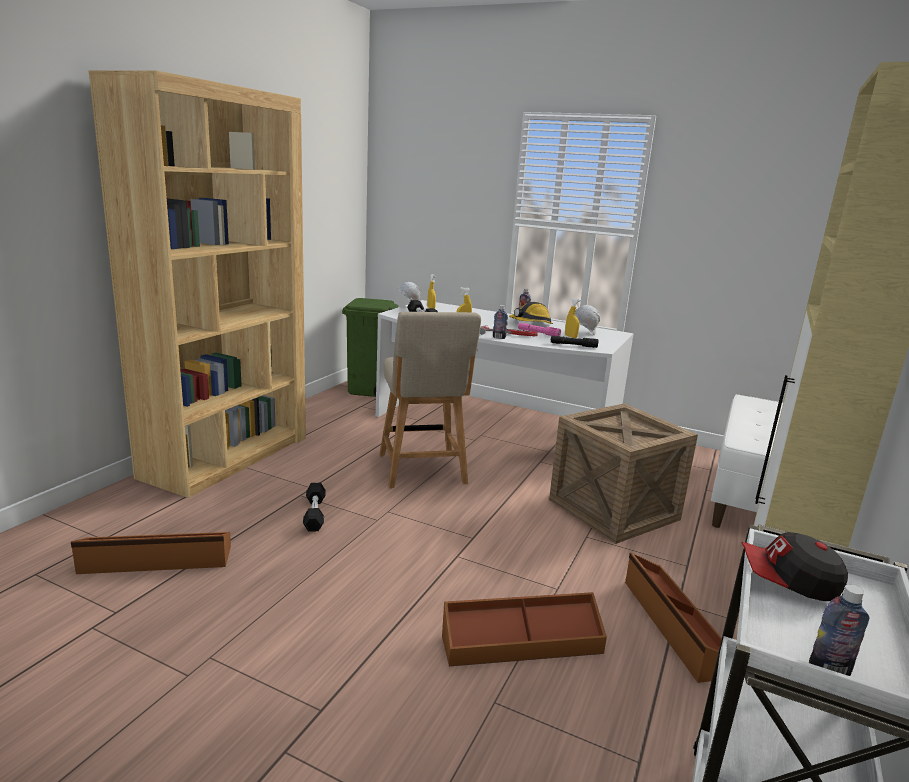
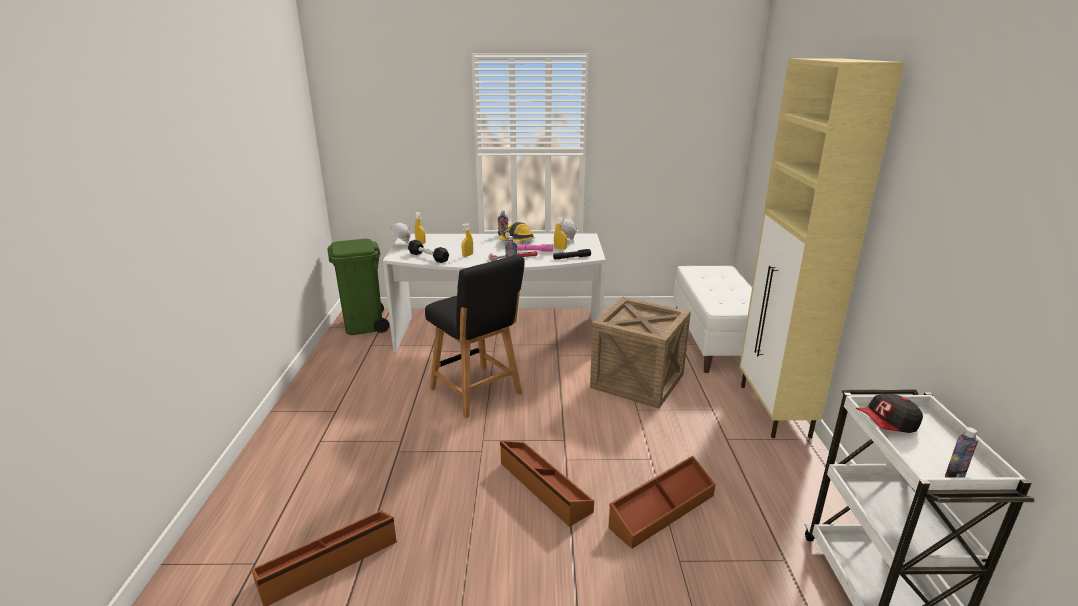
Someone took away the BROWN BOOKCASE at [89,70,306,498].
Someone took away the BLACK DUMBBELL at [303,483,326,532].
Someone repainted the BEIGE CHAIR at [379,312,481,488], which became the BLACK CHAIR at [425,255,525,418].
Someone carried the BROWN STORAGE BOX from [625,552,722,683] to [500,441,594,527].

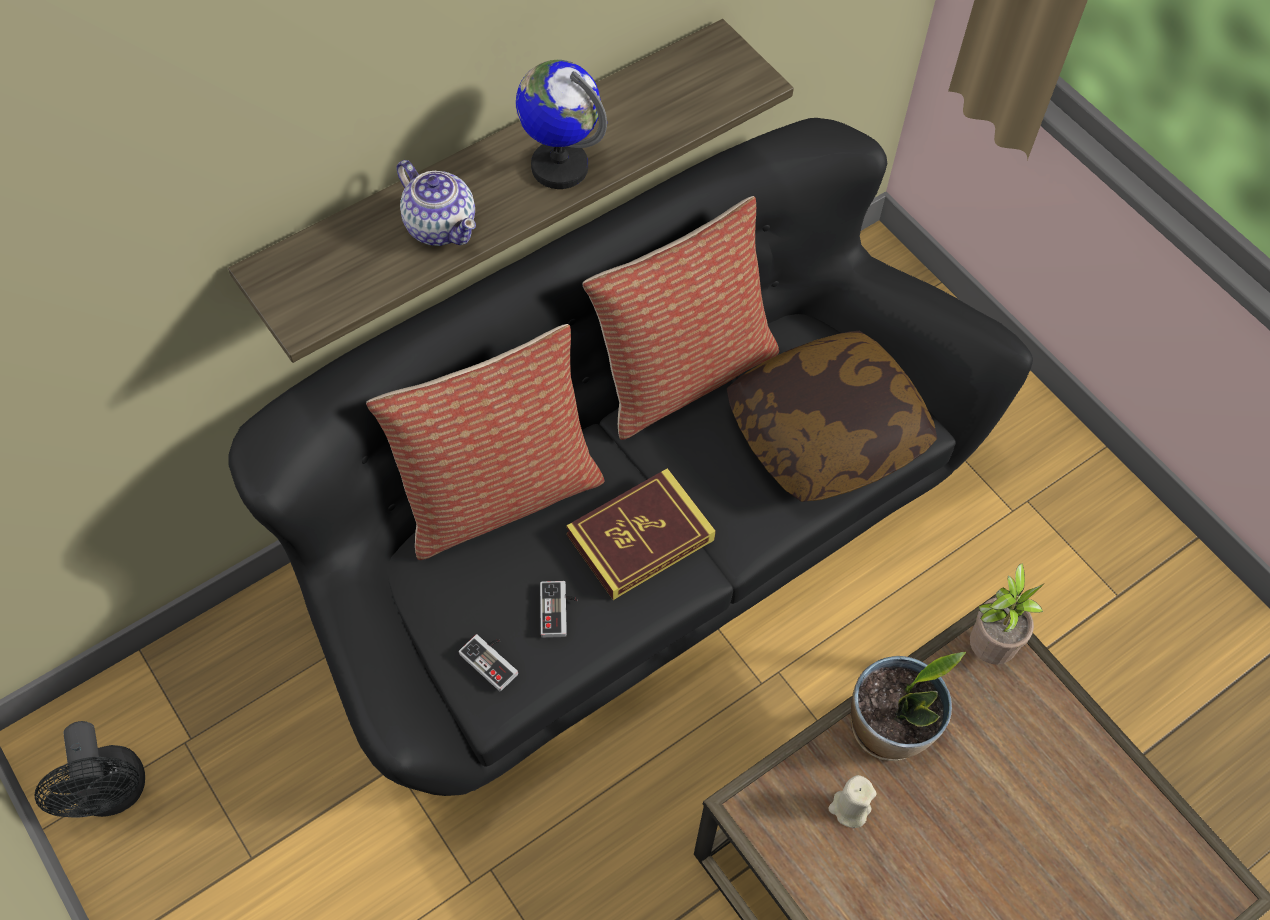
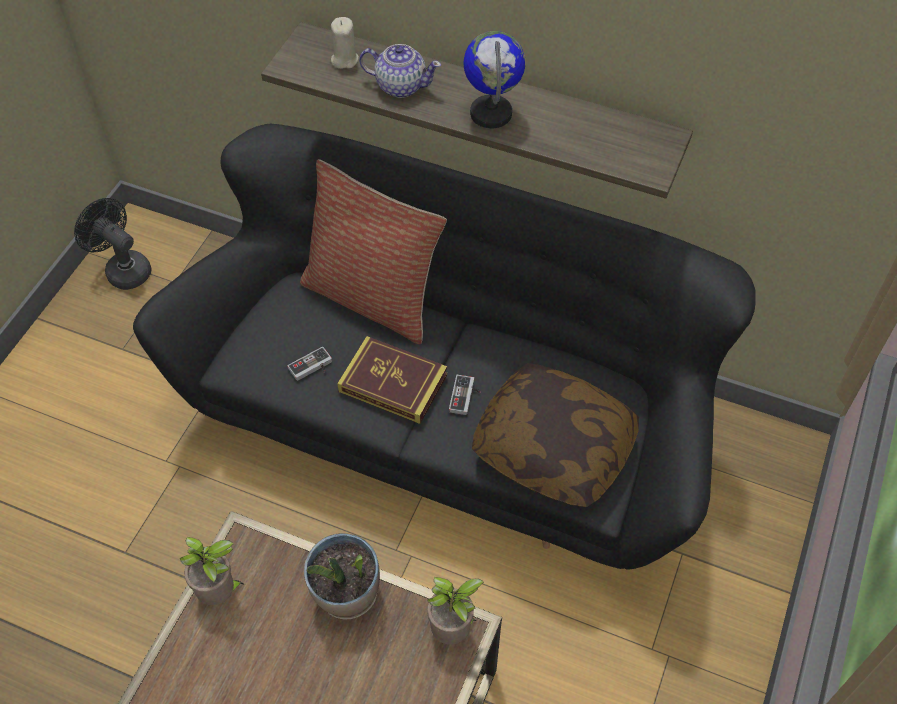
Someone rotated the BLACK FAN at [35,721,145,818] by 90 degrees clockwise.
Someone rotated the TEAPOT at [397,160,476,246] by 90 degrees counterclockwise.
Someone carried the GAME CONTROLLER from [459,634,518,692] to [449,375,481,415].
Someone took away the PILLOW at [582,196,779,440].
Someone carried the BEIGE CANDLE from [829,775,877,828] to [331,17,359,69].
Someone put down the POTTED PLANT at [180,537,245,605].

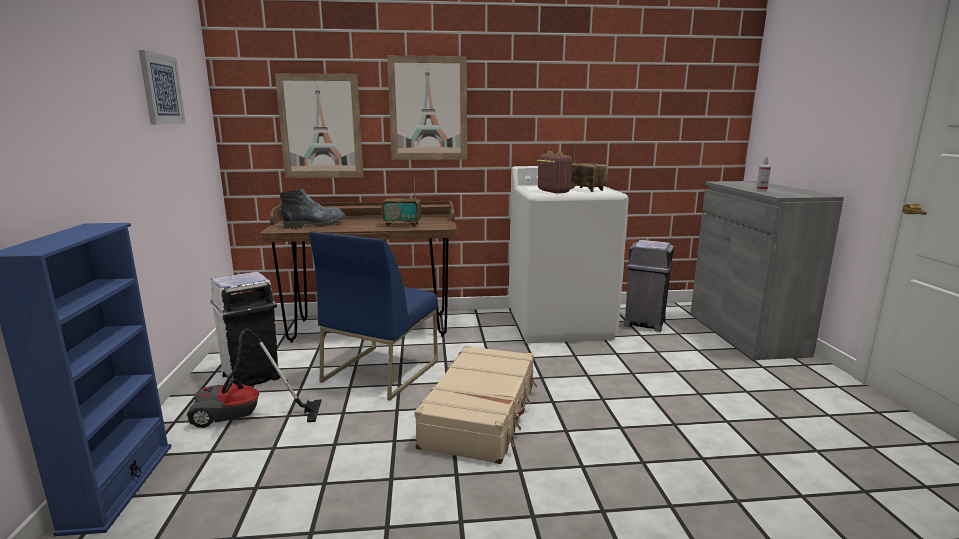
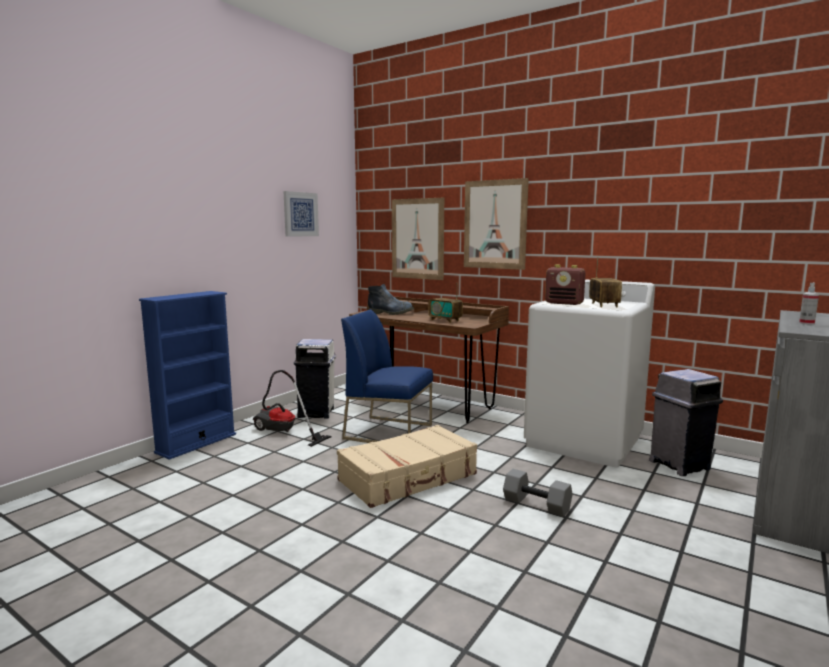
Someone rotated the BLUE CHAIR at [309,231,438,401] by 45 degrees clockwise.
Someone rotated the RADIO at [537,151,572,194] by 105 degrees clockwise.
Someone put down the GREY DUMBBELL at [503,469,573,517].

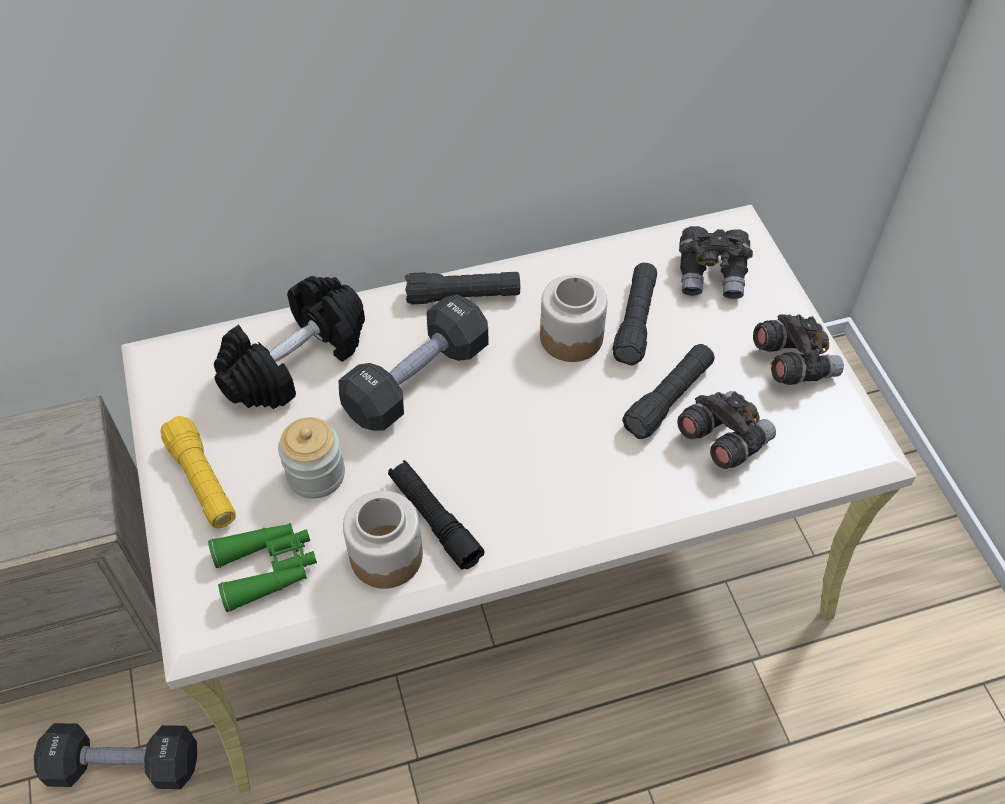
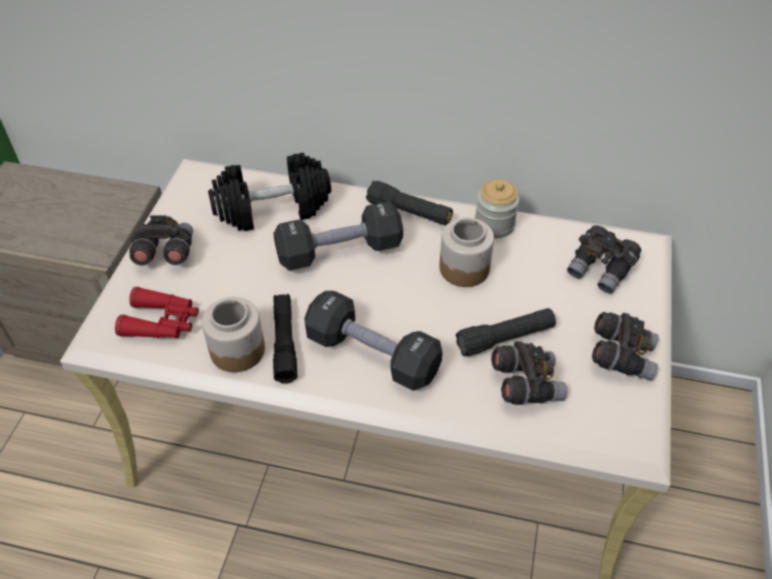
Someone carried the BLACK DUMBBELL from [34,723,197,789] to [304,291,443,391].
Someone swapped the YELLOW FLASHLIGHT at [160,416,236,528] for the GREY BINOCULARS at [129,215,193,265].
Someone repainted the GREEN BINOCULARS at [208,523,317,612], which became the RED BINOCULARS at [115,287,199,338].
Someone carried the JAR from [278,417,345,499] to [475,179,520,238].
Someone took away the BLACK FLASHLIGHT at [612,263,657,365].

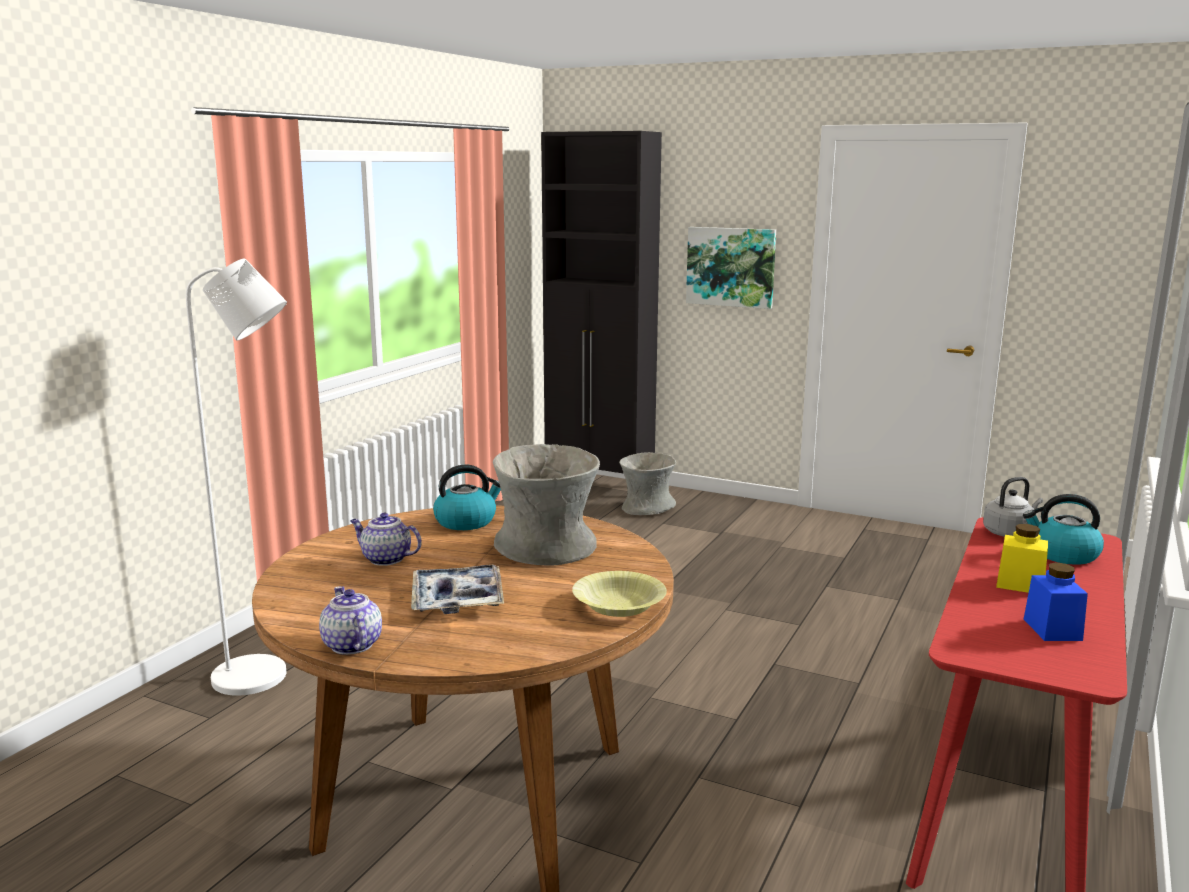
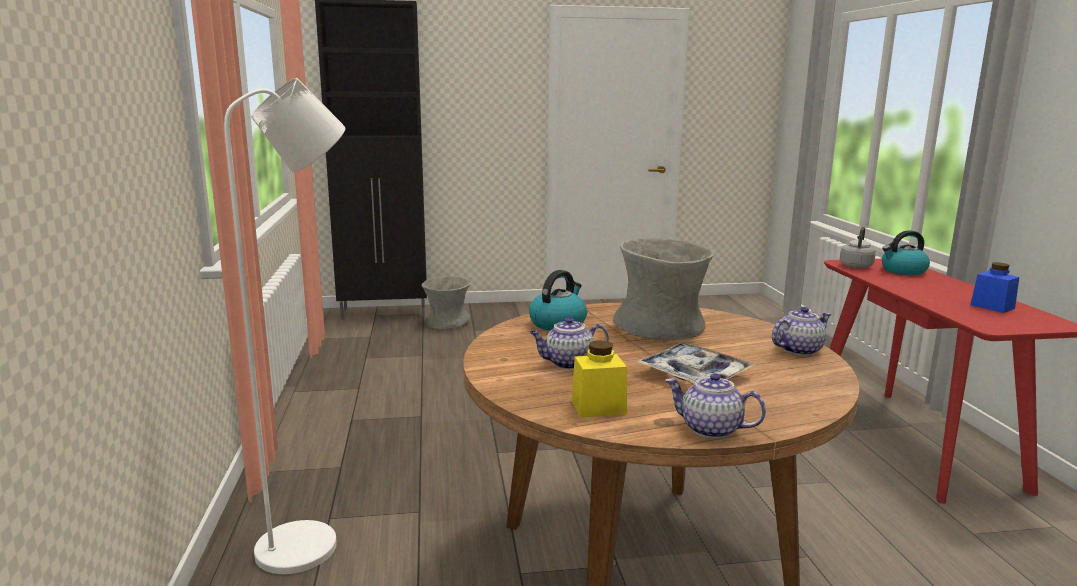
Someone swapped the YELLOW BOWL at [572,571,667,617] for the TEAPOT at [772,307,831,356].
Someone took away the PICTURE at [686,227,776,309].
Someone carried the YELLOW JAR from [996,524,1048,593] to [572,340,627,417].

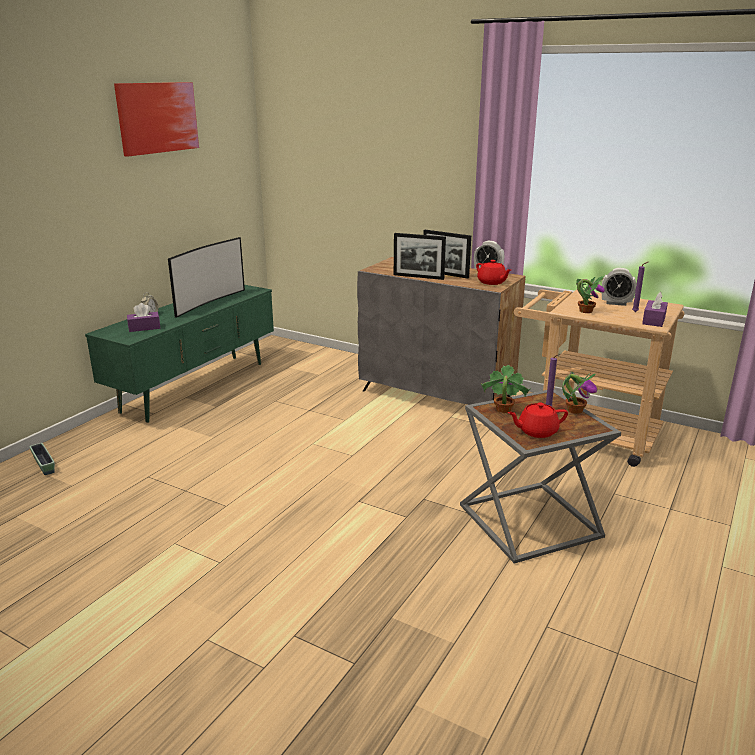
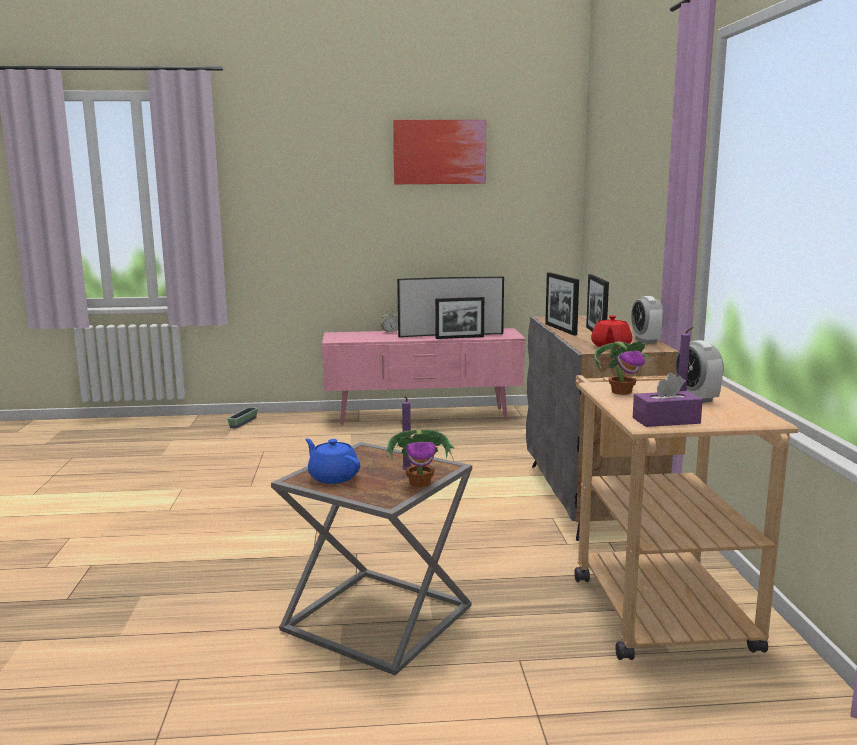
Someone repainted the GREEN TV STAND at [85,285,274,423], which became the PINK TV STAND at [322,328,526,425].
Someone took away the PURPLE TISSUE BOX at [127,303,160,332].
Someone took away the POTTED PLANT at [481,365,531,413].
Someone repainted the RED TEAPOT at [508,402,568,438], which became the BLUE TEAPOT at [305,439,360,484].
Someone put down the PICTURE FRAME at [435,297,484,339].

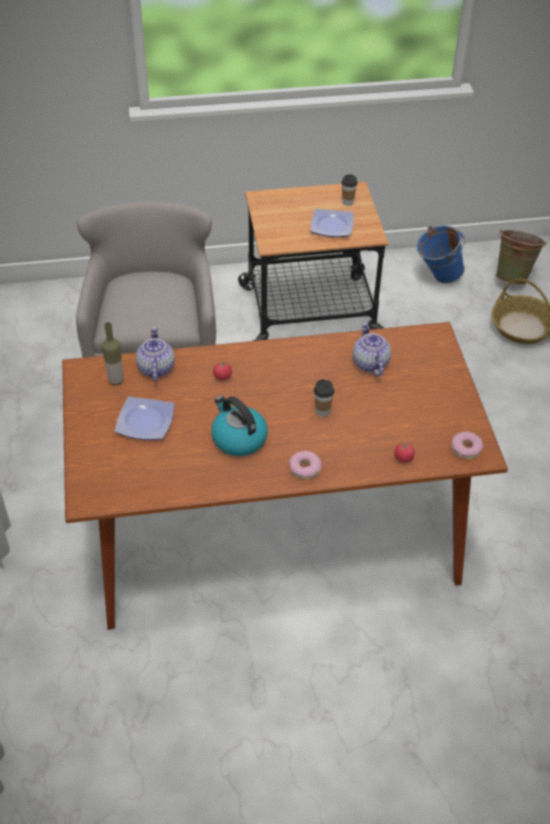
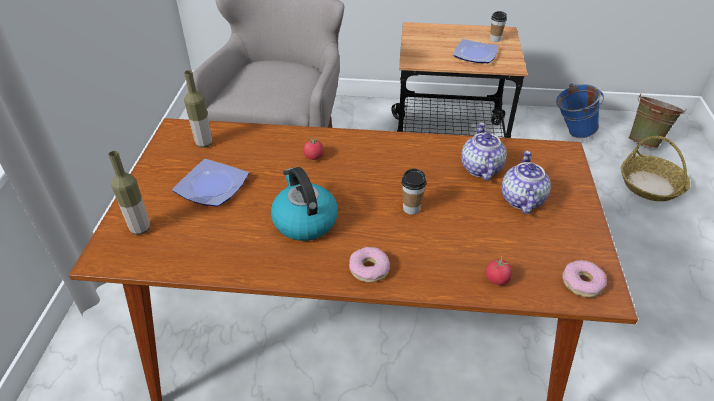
Someone carried the TEAPOT from [136,327,175,382] to [501,151,551,214].
Someone put down the BOTTLE at [108,151,150,235].

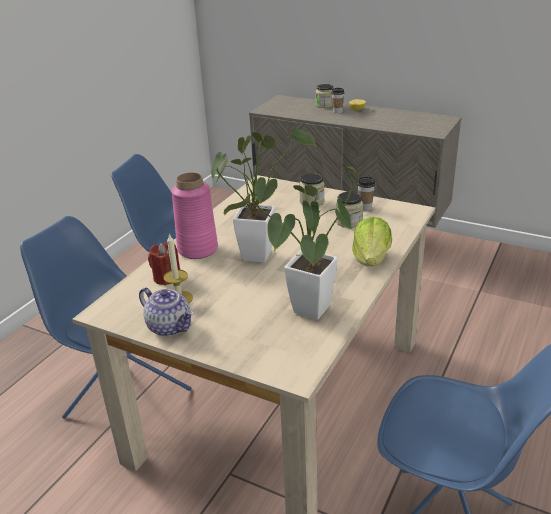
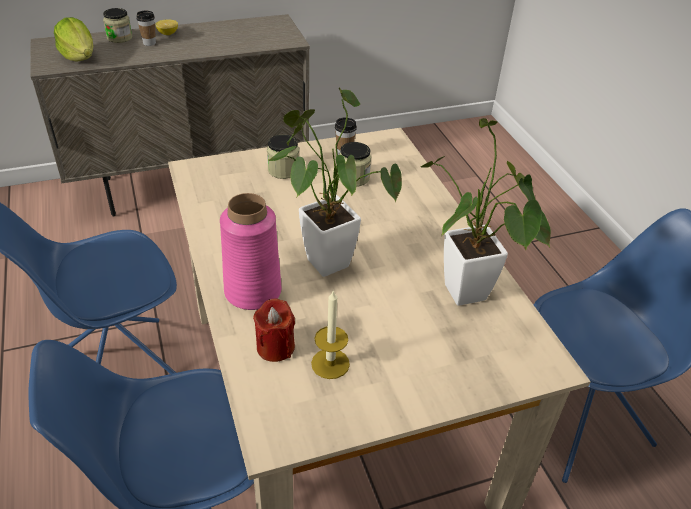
Someone took away the TEAPOT at [139,287,194,336].
Someone carried the LETTUCE from [352,217,392,266] to [54,17,93,61].

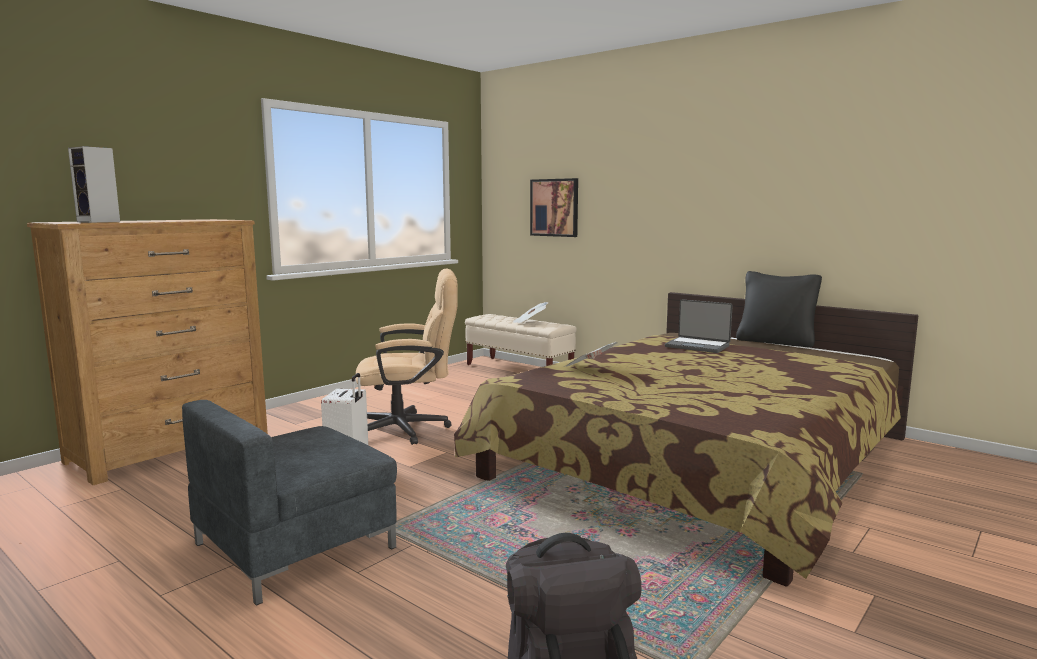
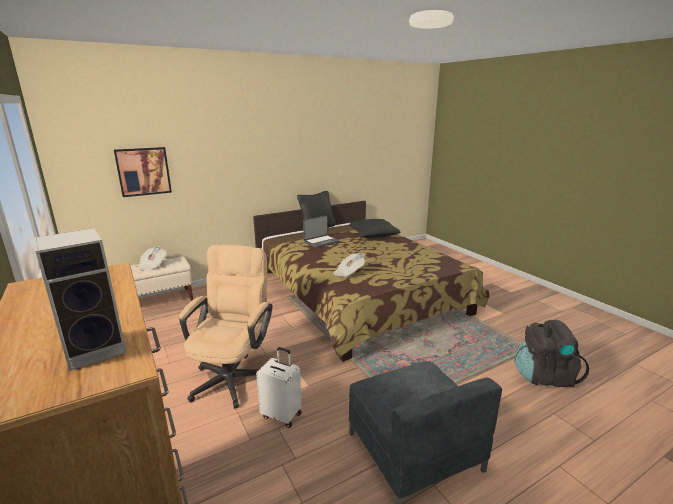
Someone put down the BLACK PILLOW at [349,219,400,238].

